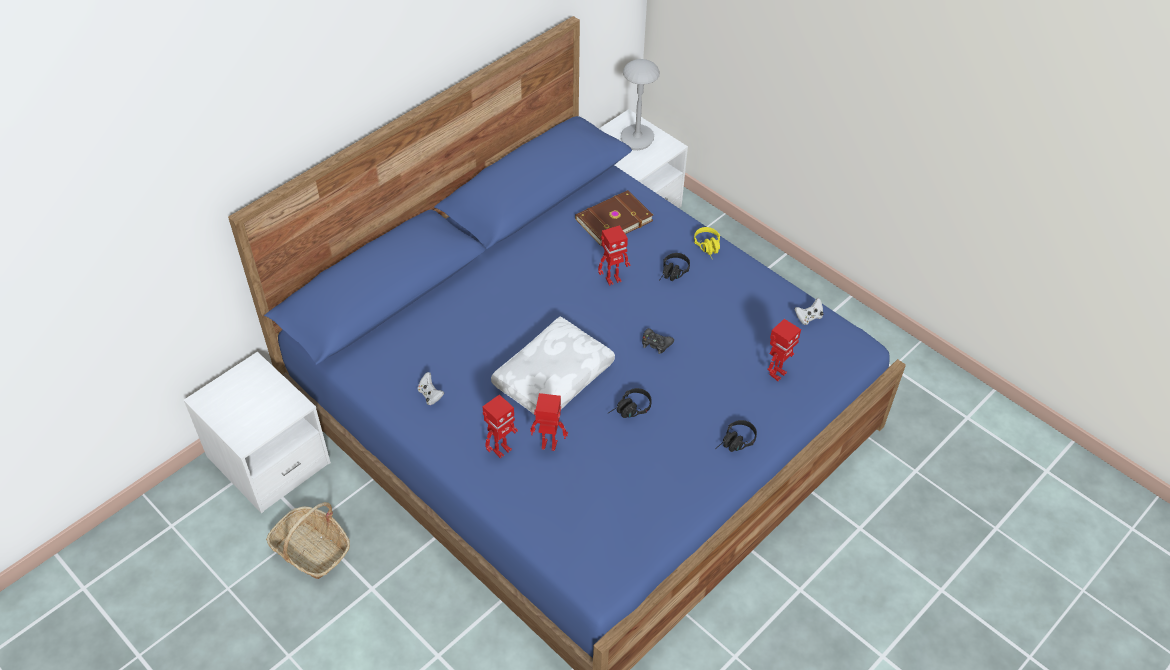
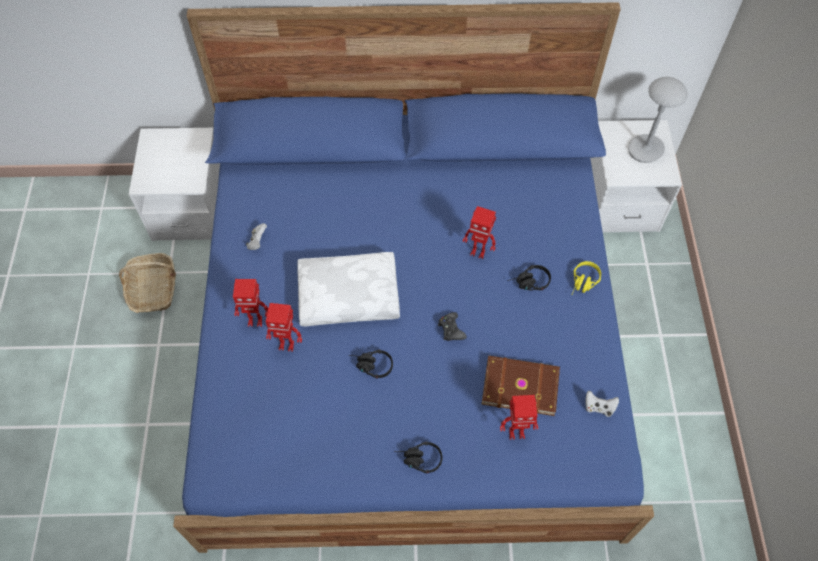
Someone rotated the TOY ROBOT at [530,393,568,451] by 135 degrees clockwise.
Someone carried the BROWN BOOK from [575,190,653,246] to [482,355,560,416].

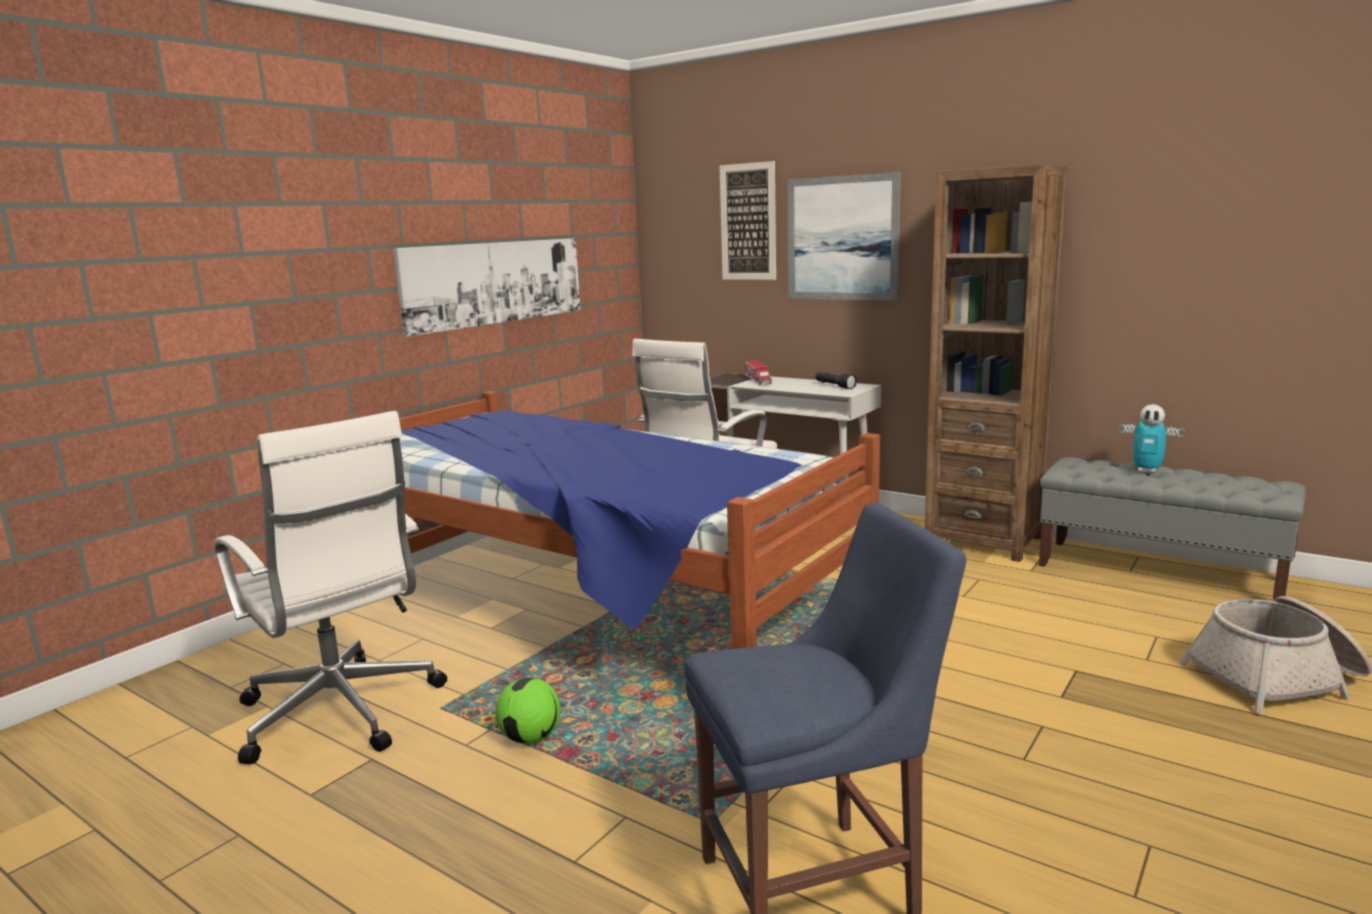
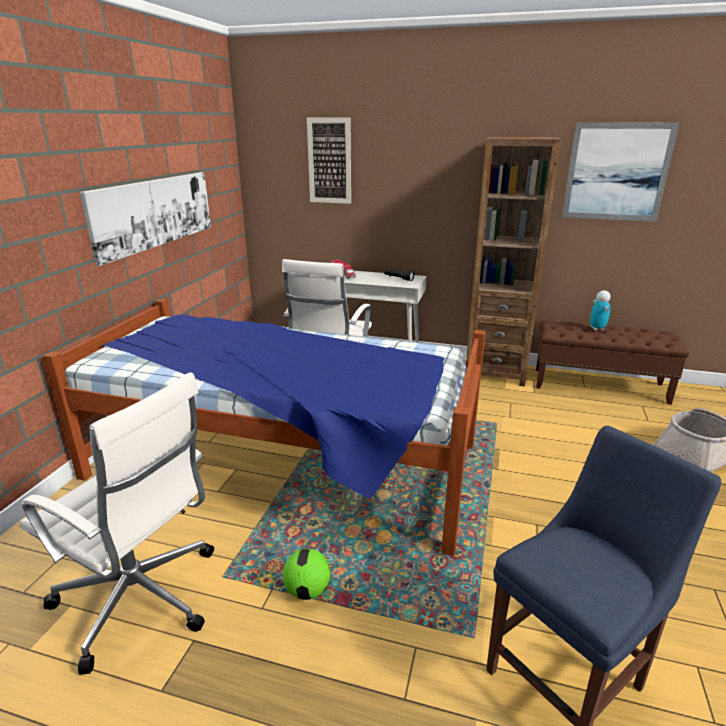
Someone carried the PICTURE from [787,172,901,301] to [562,122,679,222].
Someone repainted the GREY BENCH at [1039,457,1306,600], which became the BROWN BENCH at [536,320,689,405].
Someone rotated the TOY ROBOT at [1119,404,1185,473] by 105 degrees counterclockwise.

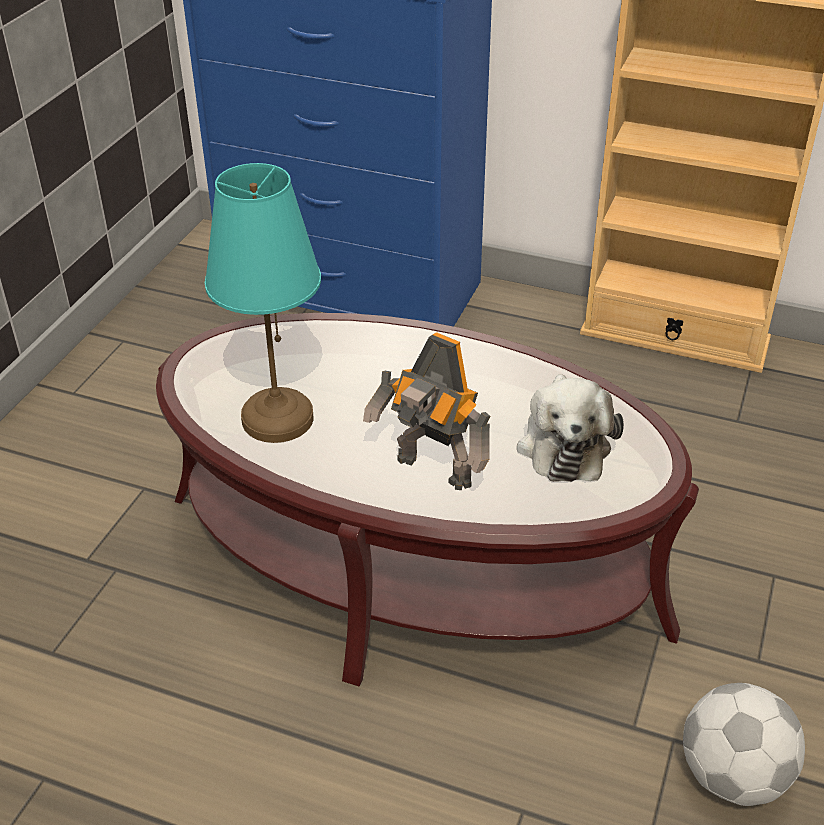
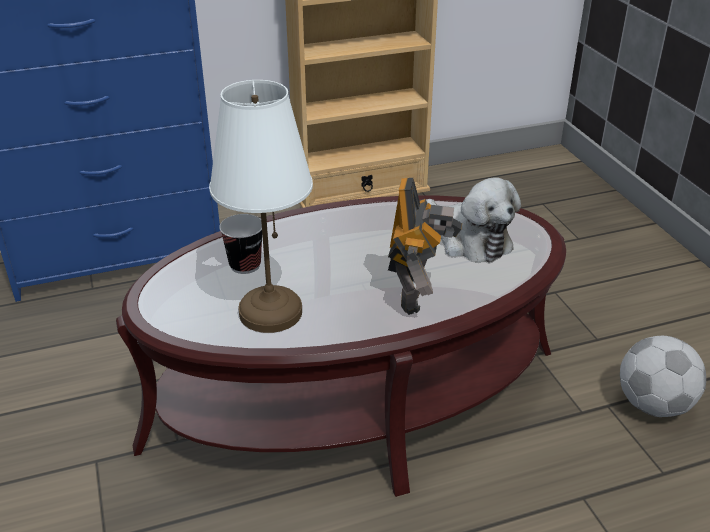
Someone repainted the TURQUOISE TABLE LAMP at [205,163,321,443], which became the WHITE TABLE LAMP at [209,80,313,333].
Someone rotated the TOY ROBOT at [363,332,490,490] by 75 degrees counterclockwise.
Someone put down the CUP at [219,214,262,274].

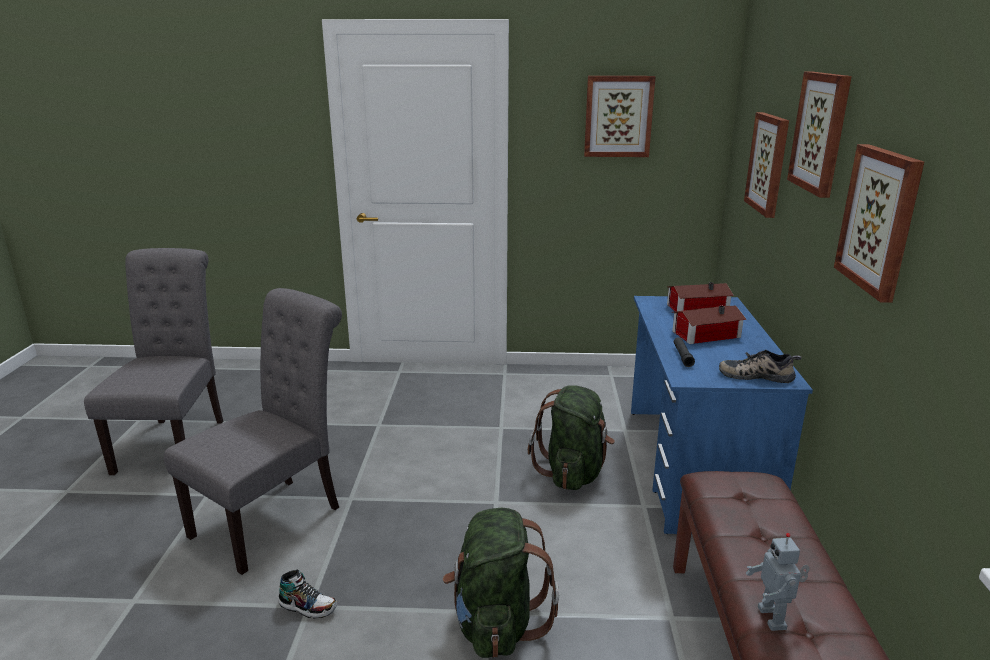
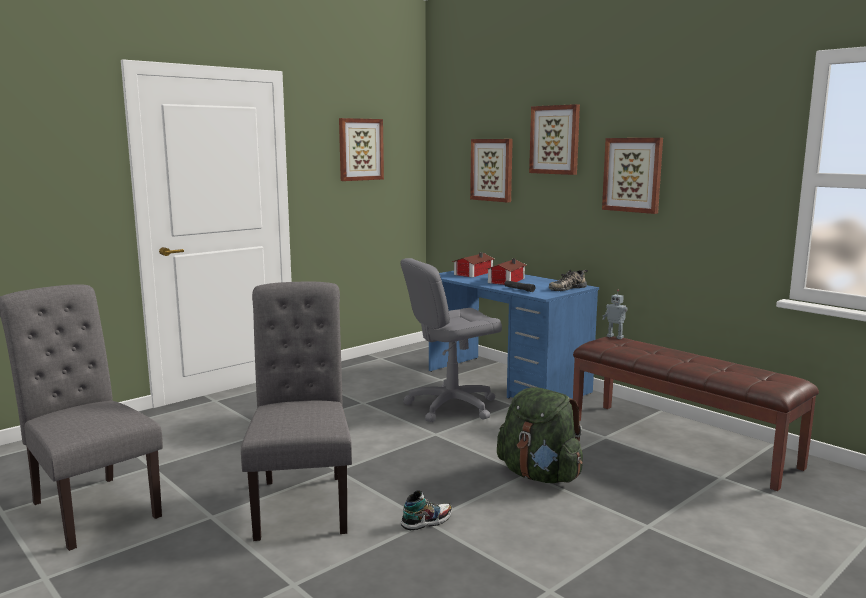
Someone swapped the GREEN BACKPACK at [528,385,615,490] for the GREY OFFICE CHAIR at [400,258,502,422].
Someone carried the TOY ROBOT from [746,533,809,631] to [602,290,628,339].

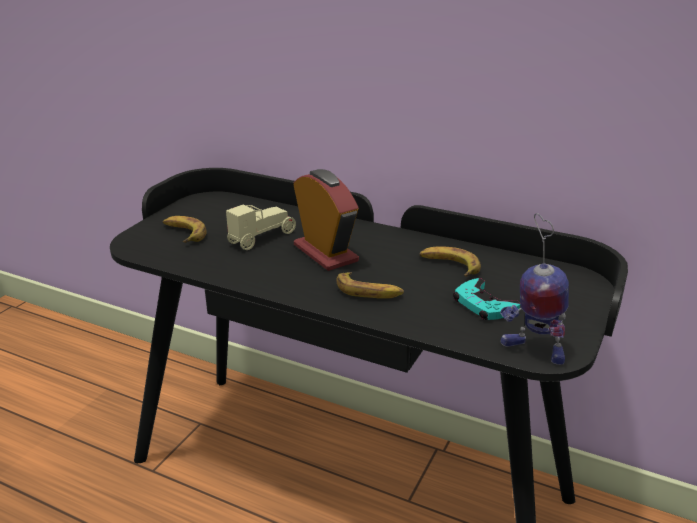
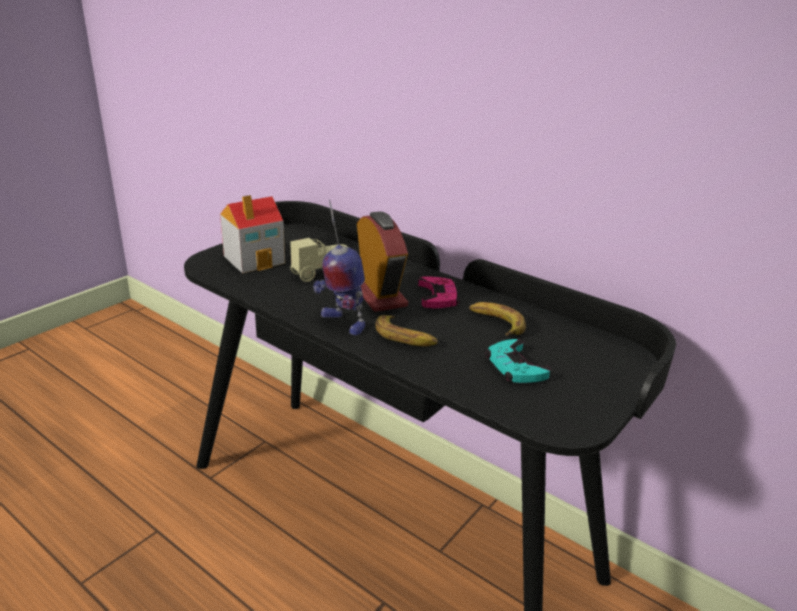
Someone swapped the BANANA at [163,216,207,243] for the TOY HOUSE at [220,195,285,273].
Someone carried the TOY ROBOT from [500,213,569,365] to [313,200,365,335].
Someone put down the PINK GAME CONTROLLER at [418,276,460,308].

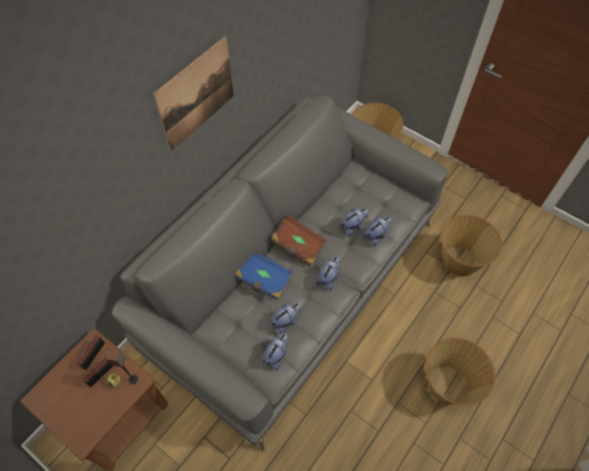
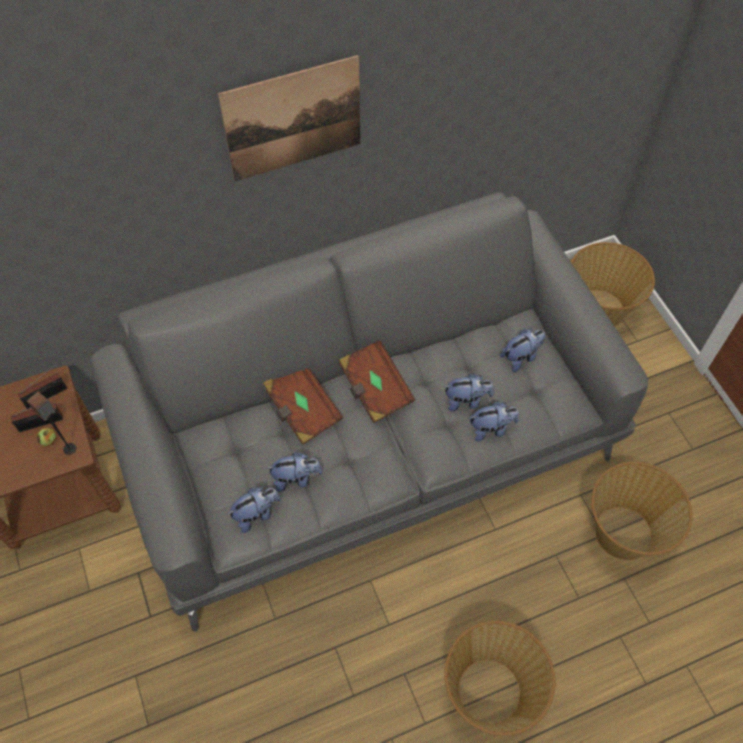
Someone repainted the BLUE BOOK at [235,252,292,300], which became the BROWN BOOK at [263,368,343,445].
Someone carried the PLUSH TOY from [316,256,340,291] to [500,328,545,372].

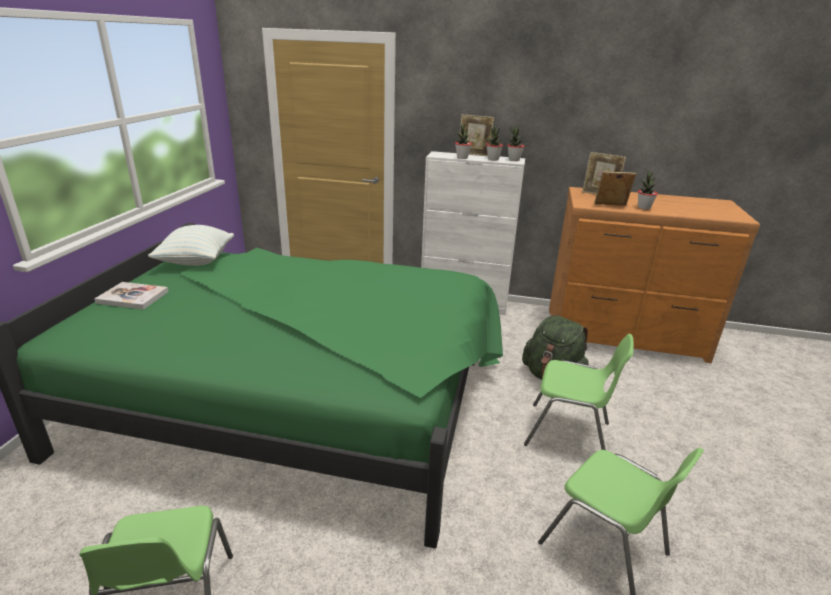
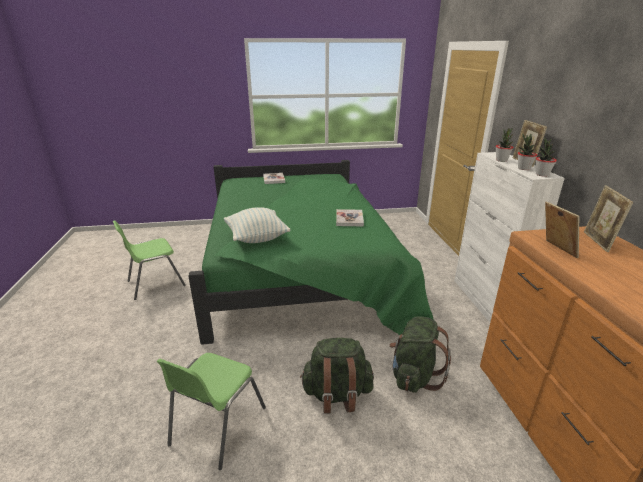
Someone carried the PILLOW from [148,225,234,266] to [224,207,290,243].
Someone swapped the GREEN CHAIR at [524,334,634,450] for the GREEN BACKPACK at [300,338,374,413].
Someone took away the POTTED PLANT at [638,170,658,210].
Someone put down the BOOK at [336,209,364,226].

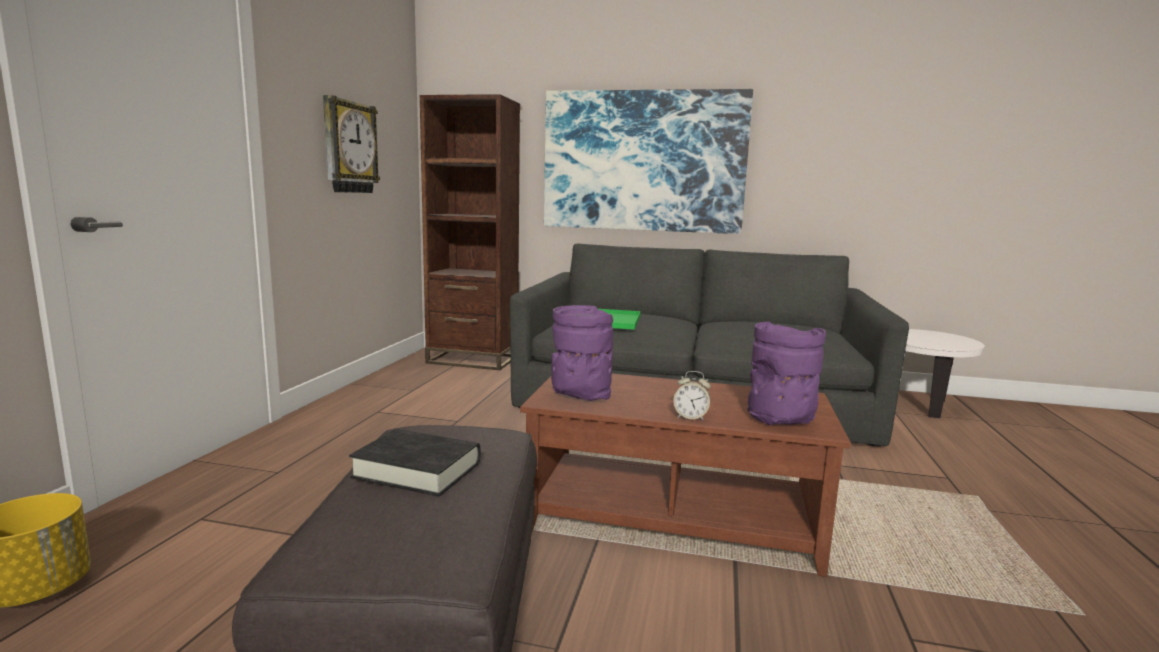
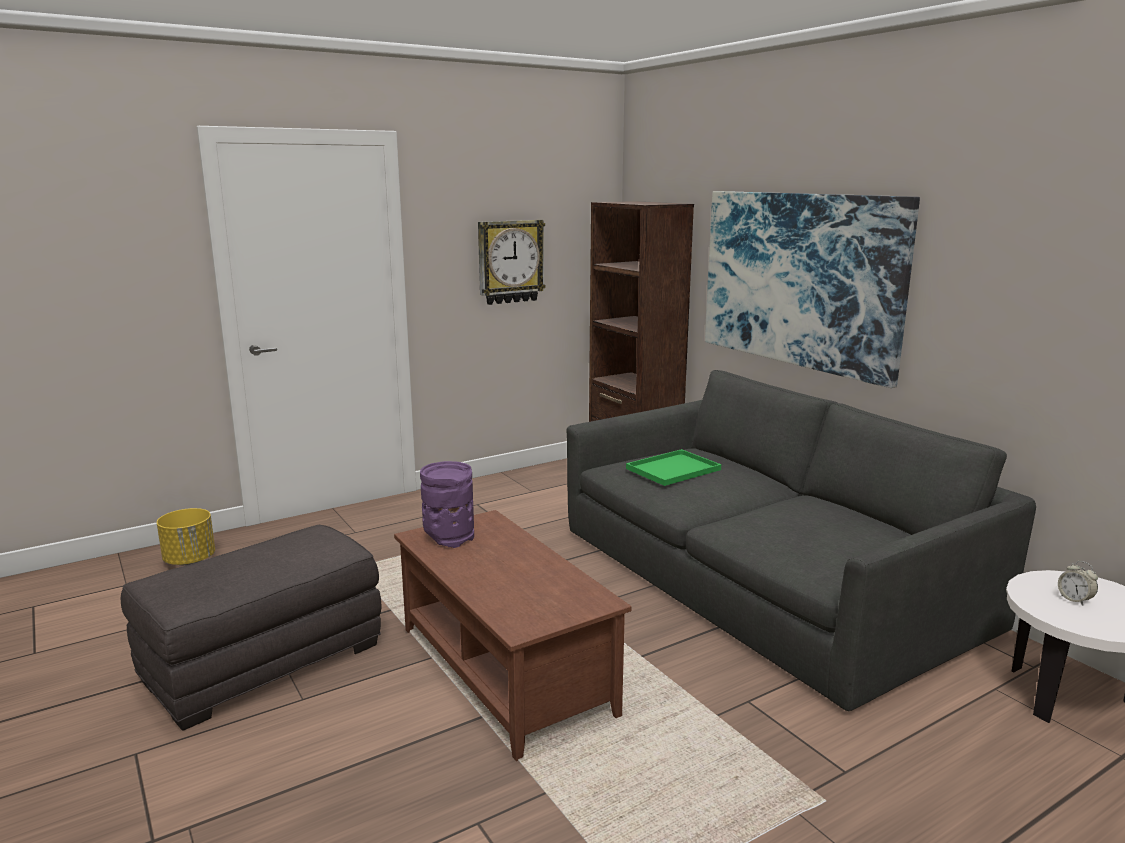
Someone took away the BLACK BOOK at [349,429,480,497].
Someone carried the ALARM CLOCK from [673,371,711,421] to [1058,561,1098,606].
Someone took away the PURPLE VASE at [748,322,826,425].

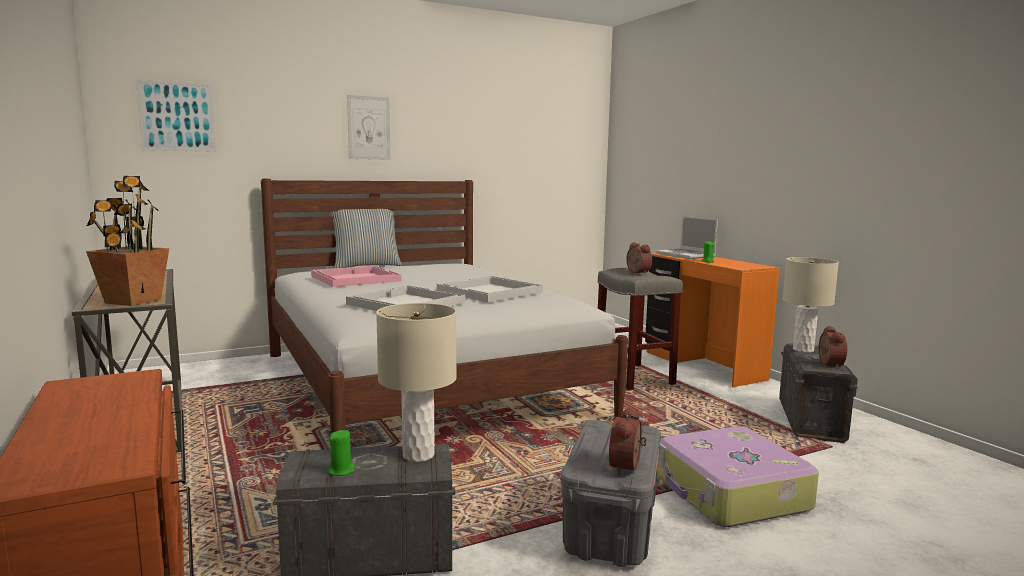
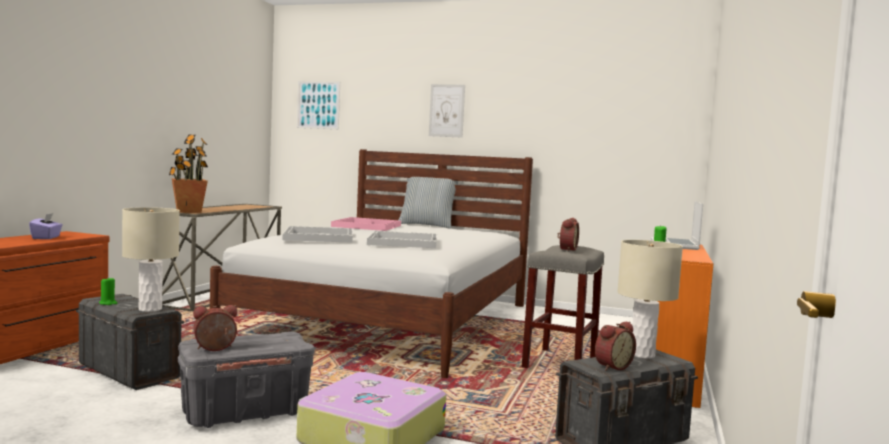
Someone put down the PURPLE TISSUE BOX at [29,213,63,239].

